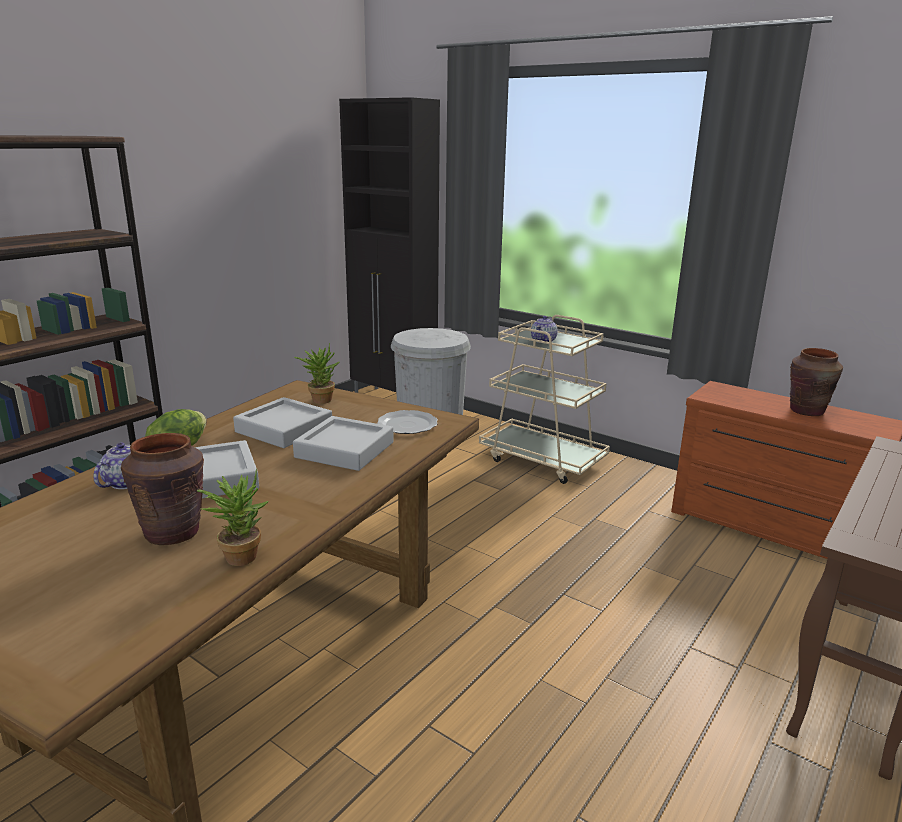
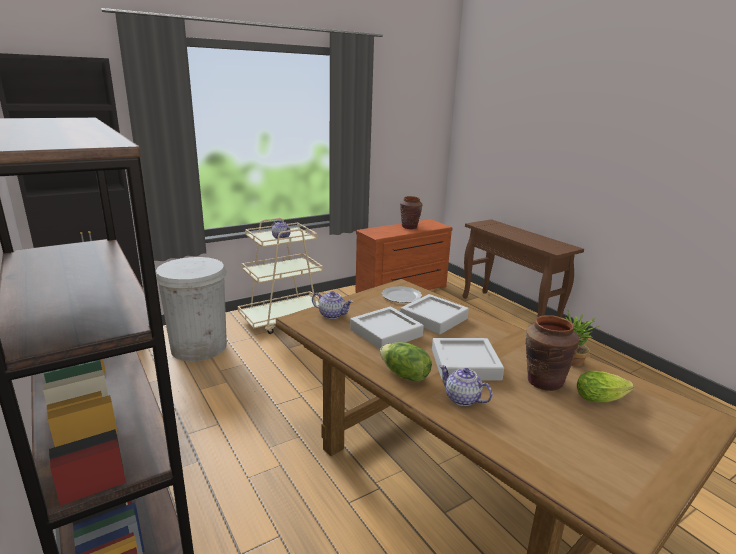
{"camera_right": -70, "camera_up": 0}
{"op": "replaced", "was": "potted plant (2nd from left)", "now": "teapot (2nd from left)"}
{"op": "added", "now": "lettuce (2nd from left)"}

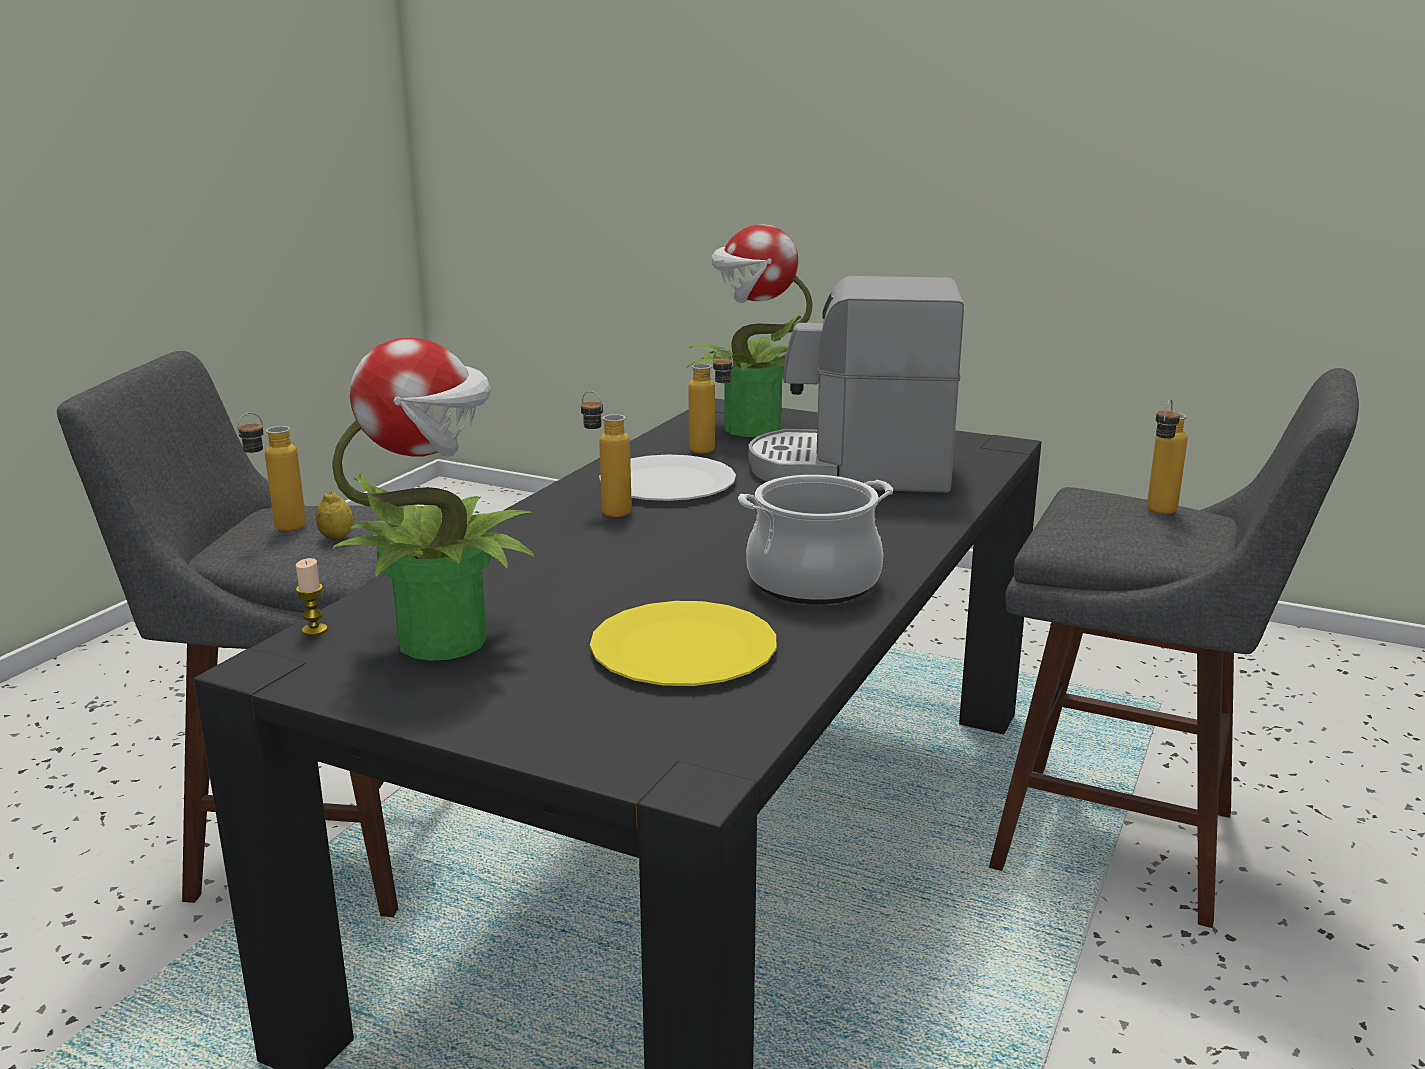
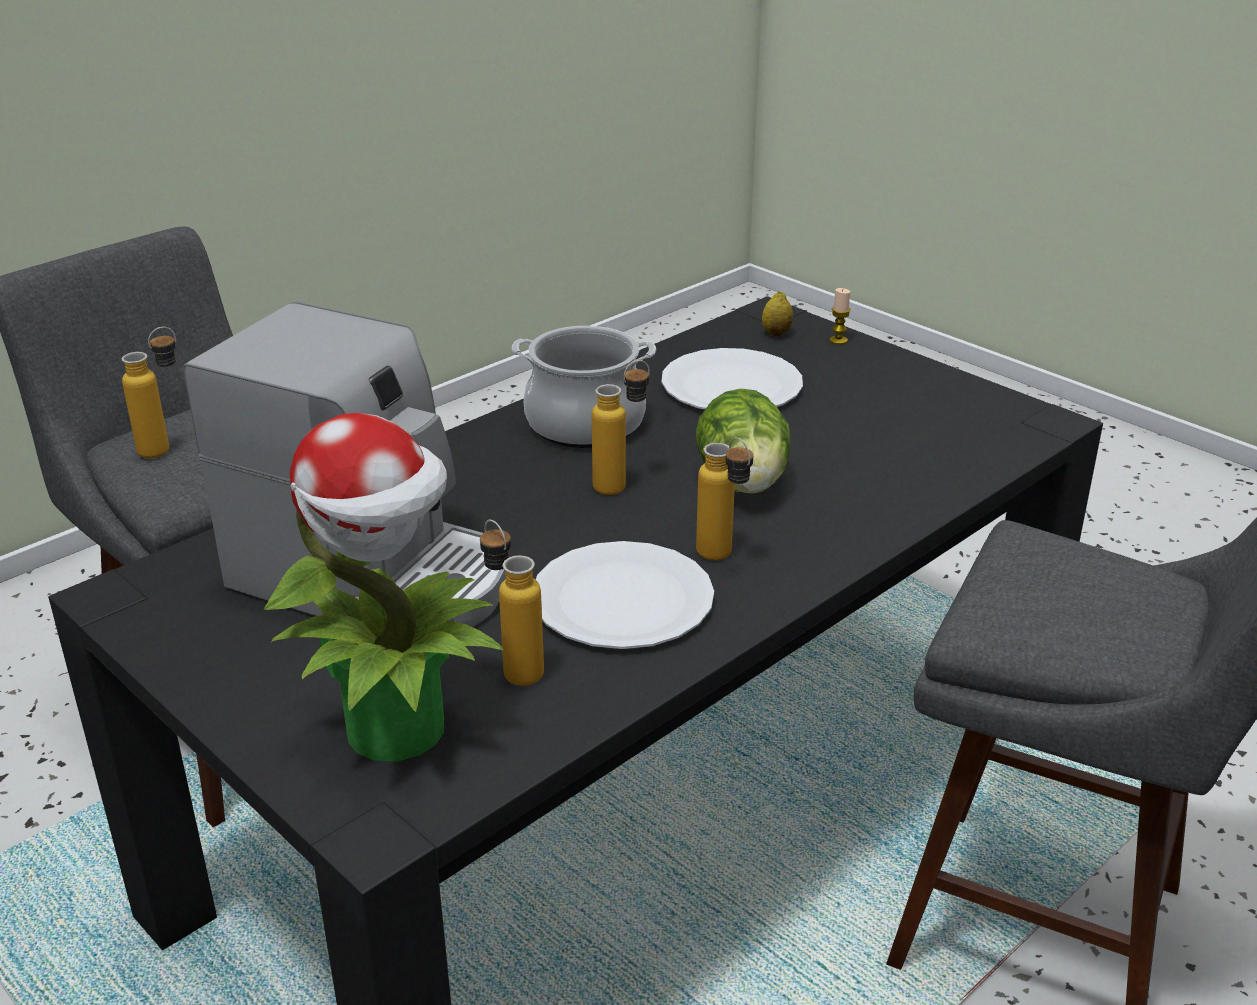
{"camera_right": -160, "camera_up": 10}
{"op": "moved", "was": "bottle (1st from left in the first image)", "now": "bottle (3rd from left)"}
{"op": "moved", "was": "candle"}
{"op": "moved", "was": "lemon"}
{"op": "removed", "was": "potted plant (1st from left)"}
{"op": "recoloured", "was": "yellow plate", "now": "white plate (2nd from left)"}
{"op": "added", "now": "lettuce"}

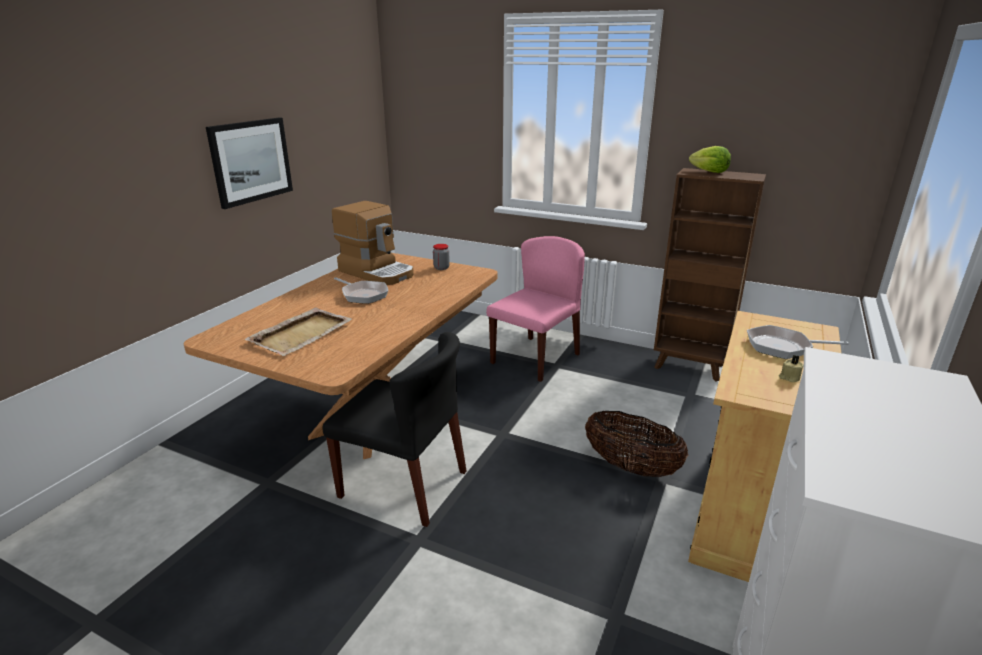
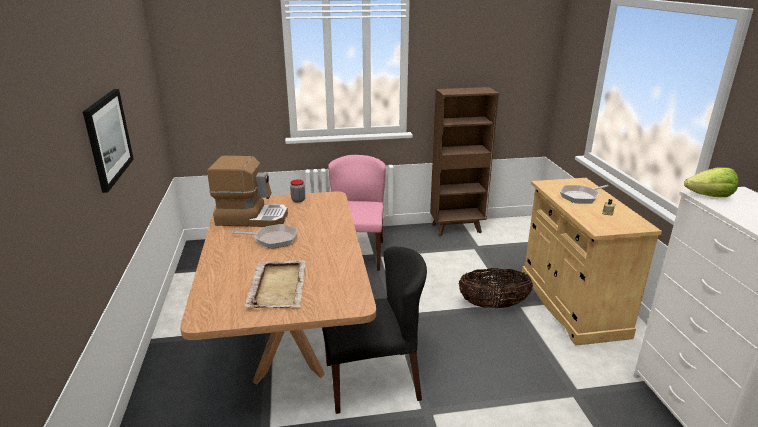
{"camera_right": -35, "camera_up": 0}
{"op": "moved", "was": "lettuce"}

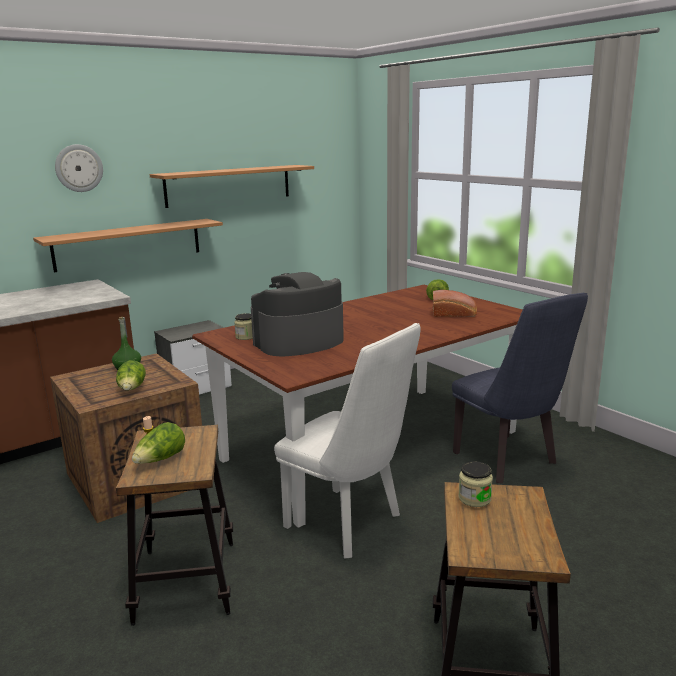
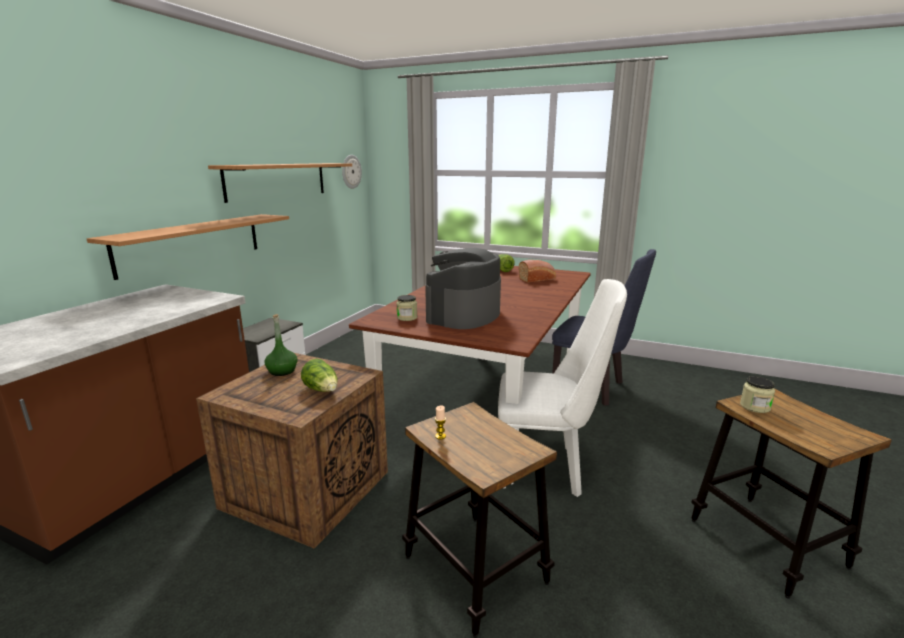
{"camera_right": -30, "camera_up": 0}
{"op": "moved", "was": "wall clock"}
{"op": "removed", "was": "lettuce (2nd from left)"}

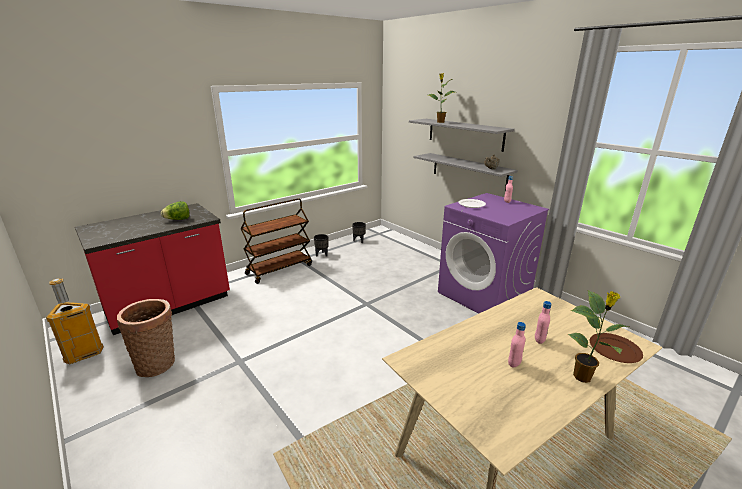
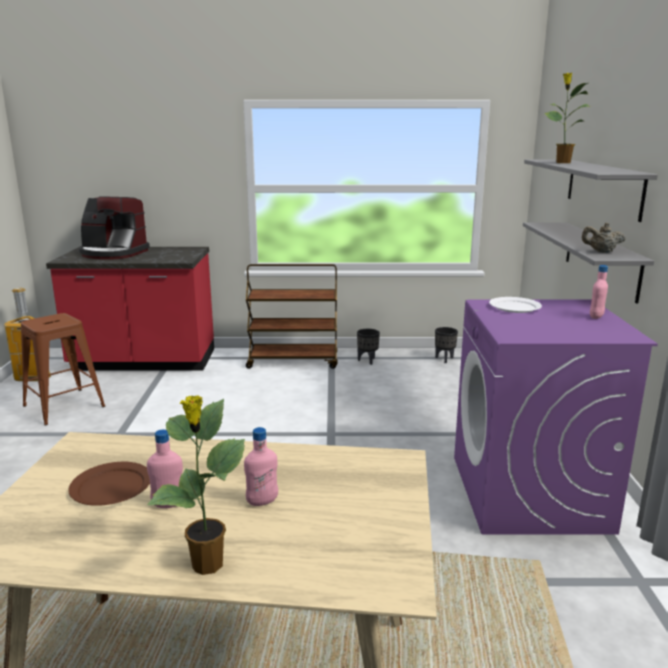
{"camera_right": 40, "camera_up": -5}
{"op": "replaced", "was": "basket", "now": "brown stool"}
{"op": "removed", "was": "lettuce"}
{"op": "moved", "was": "brown plate"}
{"op": "added", "now": "coffee machine"}

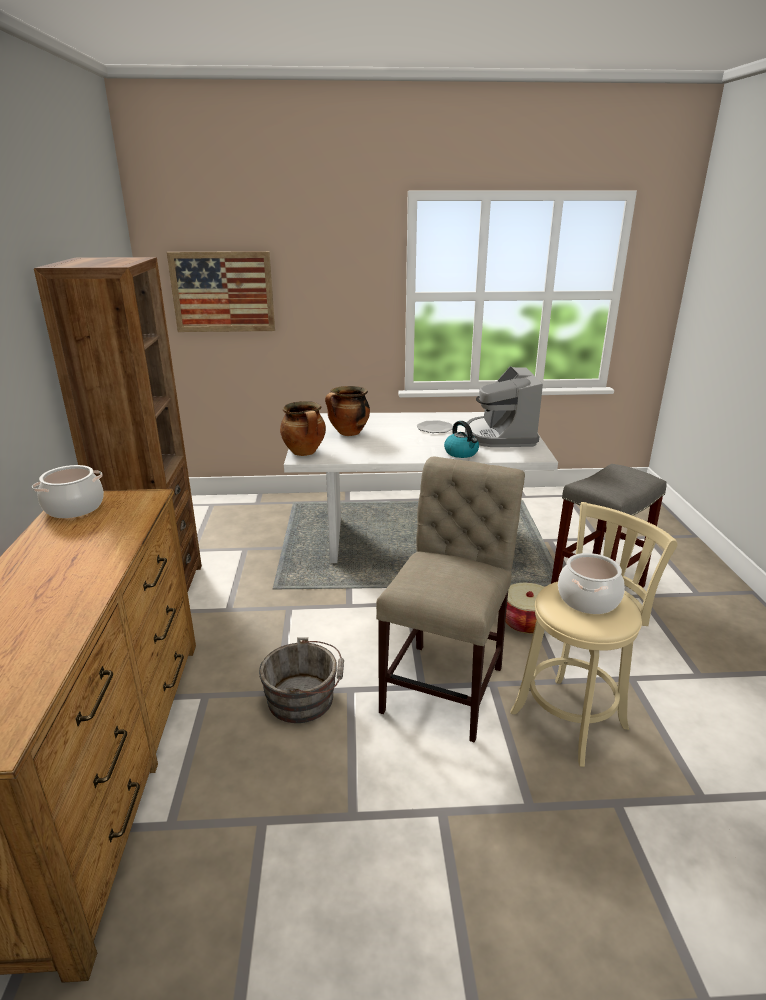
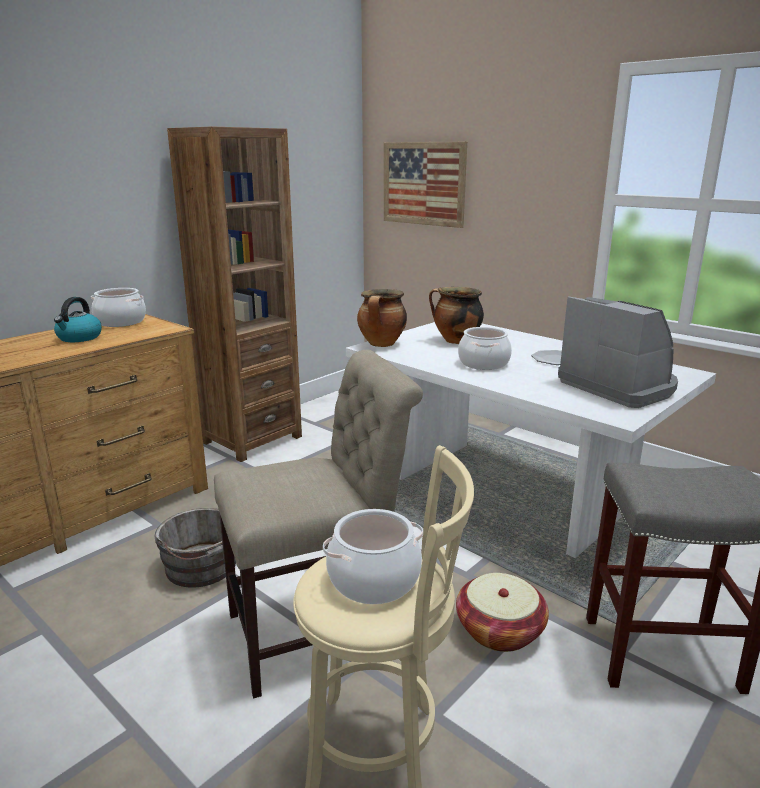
{"camera_right": 45, "camera_up": -5}
{"op": "moved", "was": "kettle"}
{"op": "turned", "was": "coffee machine", "clockwise": 105}
{"op": "added", "now": "cooking pot (5th from left)"}

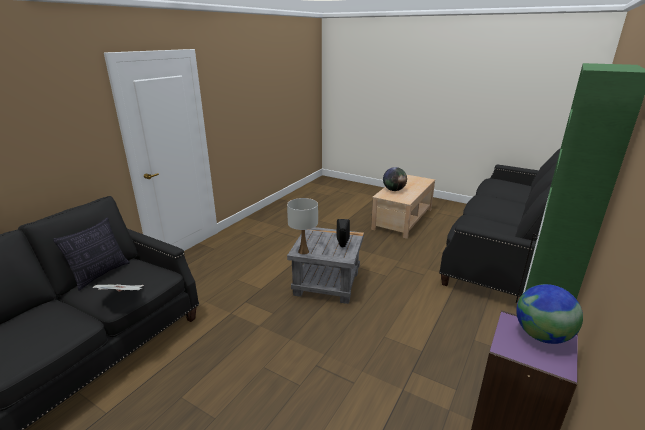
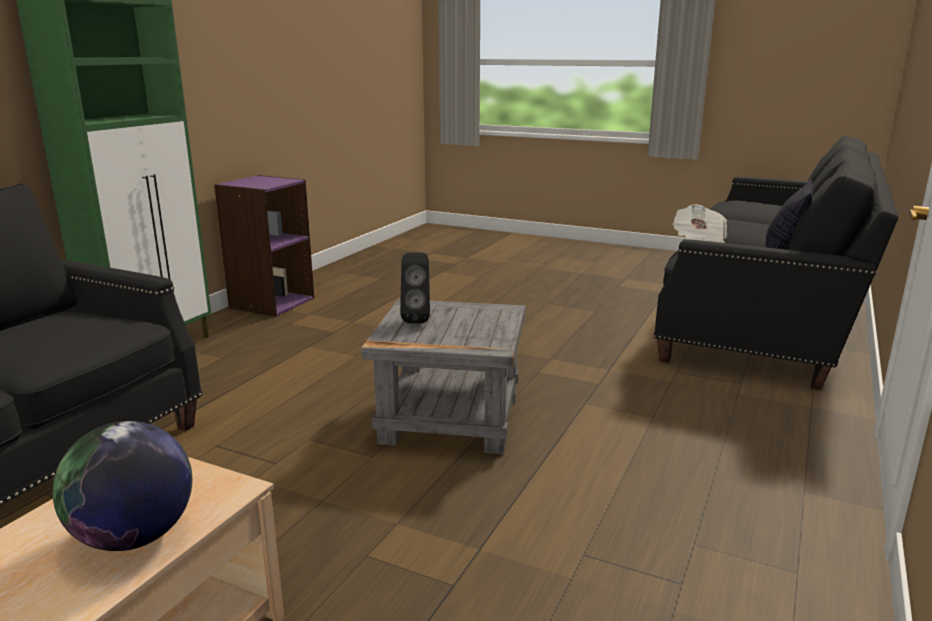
{"camera_right": 175, "camera_up": -5}
{"op": "removed", "was": "white table lamp"}
{"op": "removed", "was": "globe (2nd from left)"}

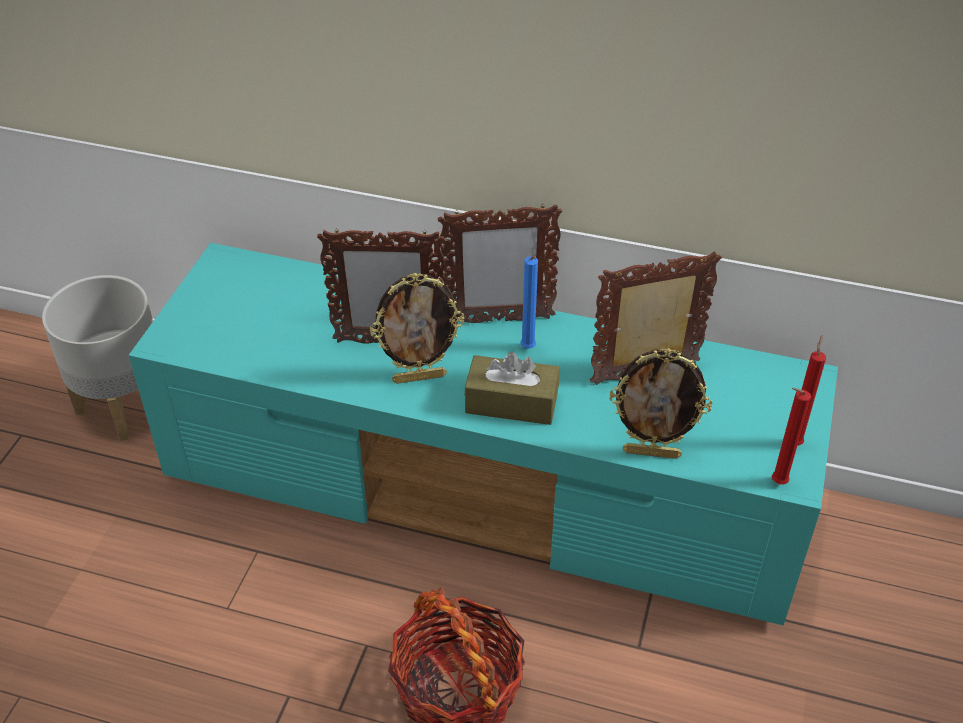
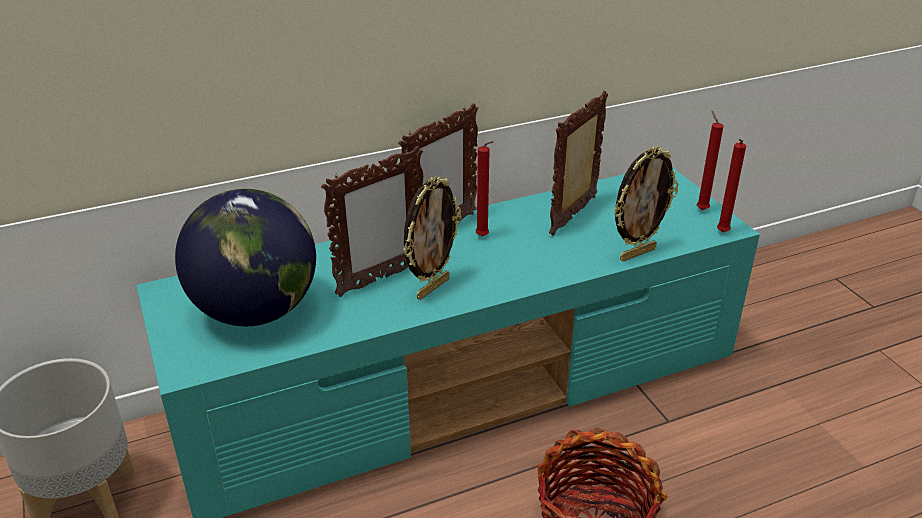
{"camera_right": -40, "camera_up": -10}
{"op": "removed", "was": "brown tissue box"}
{"op": "recoloured", "was": "blue candle", "now": "red candle (1st from left)"}
{"op": "added", "now": "globe"}

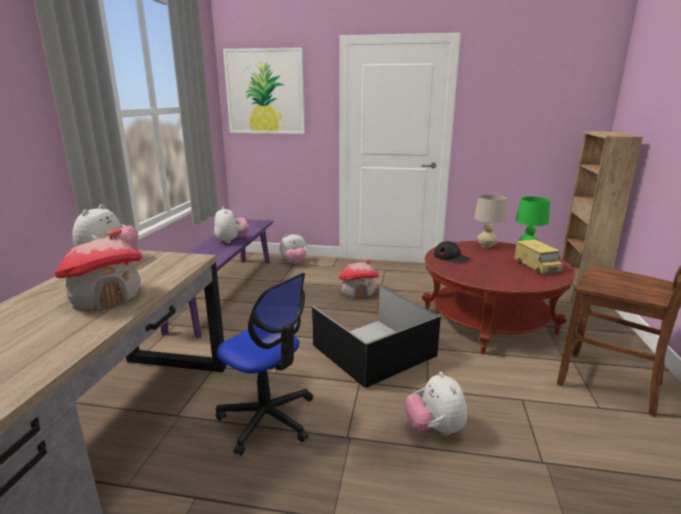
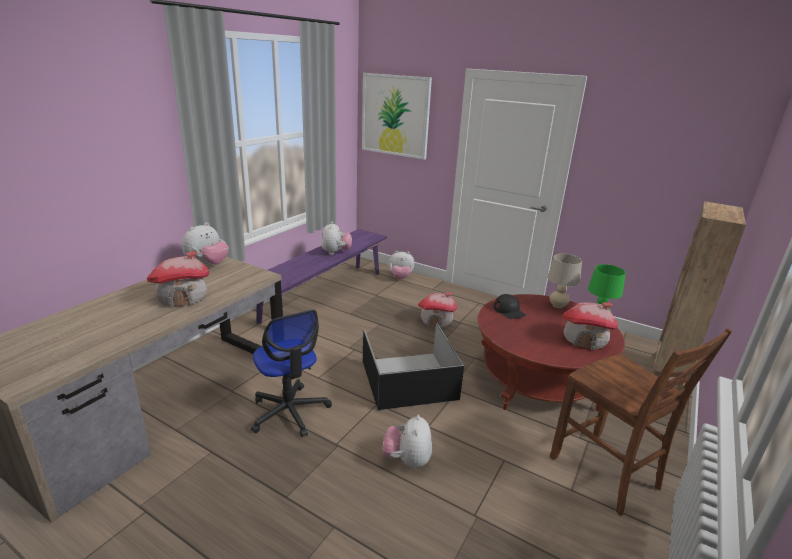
{"camera_right": 20, "camera_up": 5}
{"op": "replaced", "was": "toy truck", "now": "toy house (3rd from left)"}

